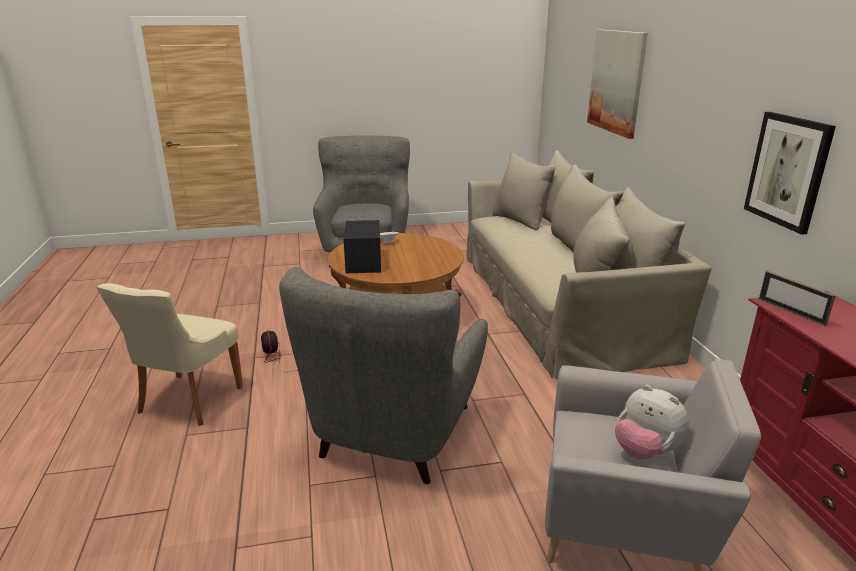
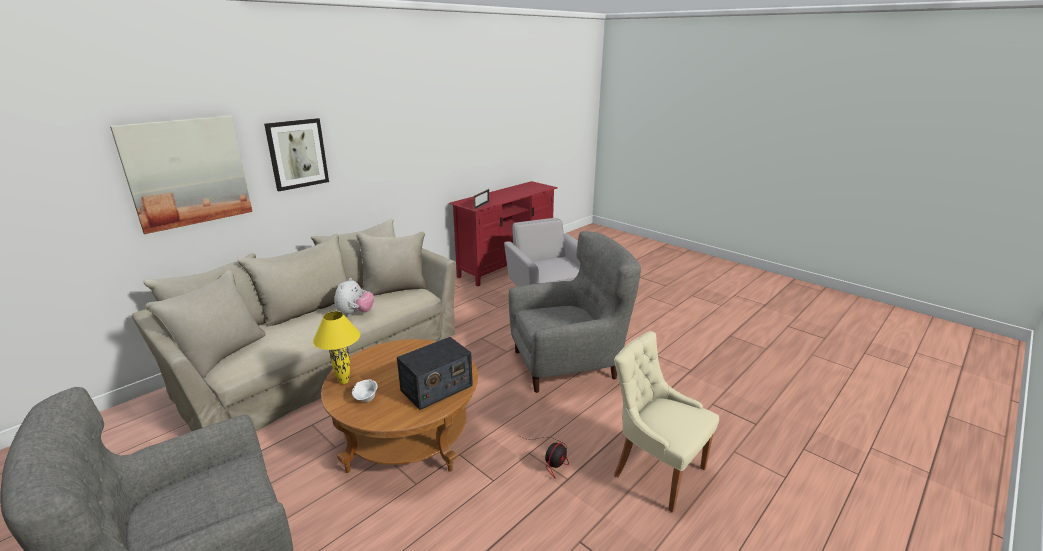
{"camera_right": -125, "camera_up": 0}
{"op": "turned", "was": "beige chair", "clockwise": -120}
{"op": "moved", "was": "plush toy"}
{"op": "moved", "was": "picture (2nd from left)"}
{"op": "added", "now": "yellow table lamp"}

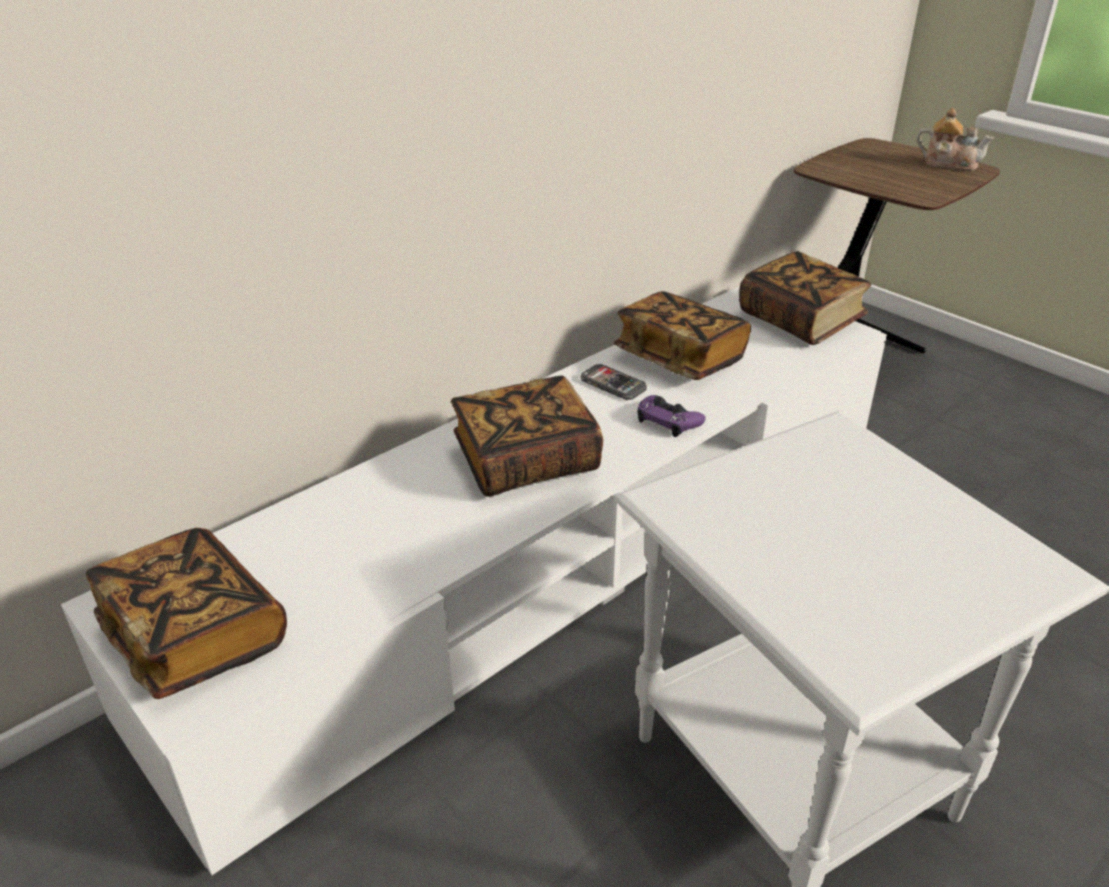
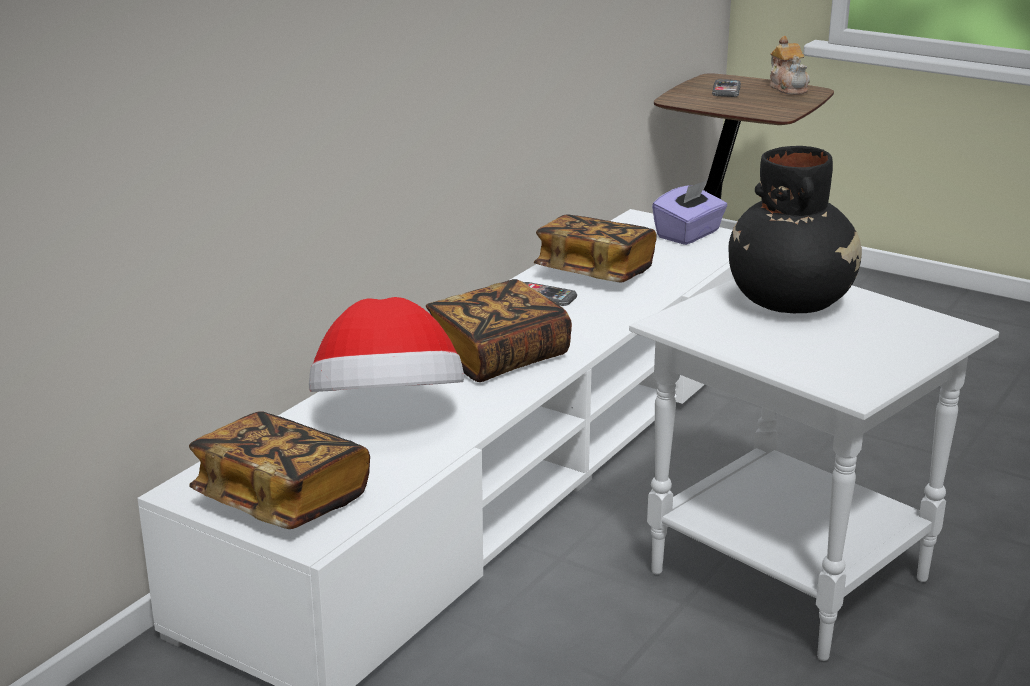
{"camera_right": -15, "camera_up": -10}
{"op": "removed", "was": "purple game controller"}
{"op": "replaced", "was": "book (4th from left)", "now": "purple tissue box"}
{"op": "turned", "was": "teapot", "clockwise": 60}
{"op": "added", "now": "hat"}
{"op": "added", "now": "phone (2nd from left)"}
{"op": "added", "now": "black vase"}

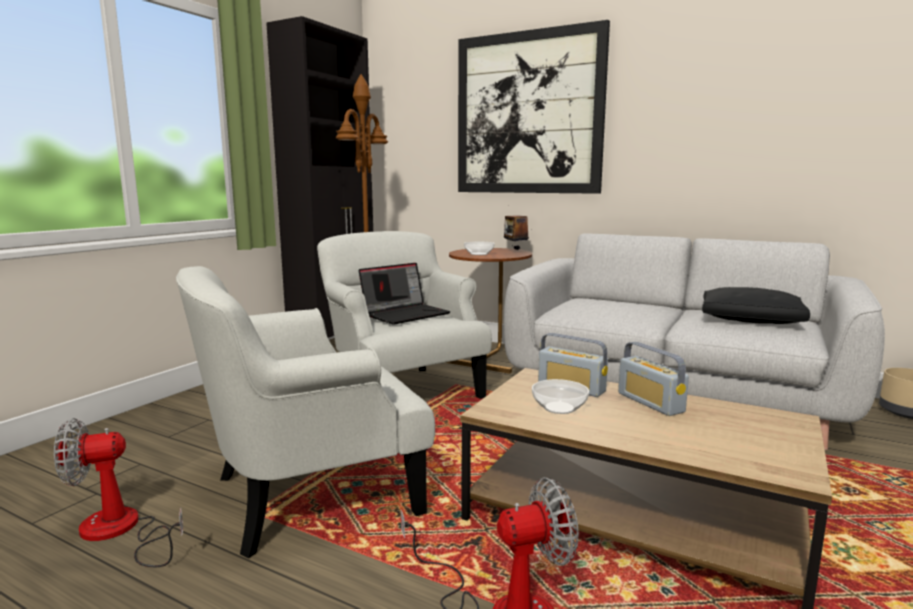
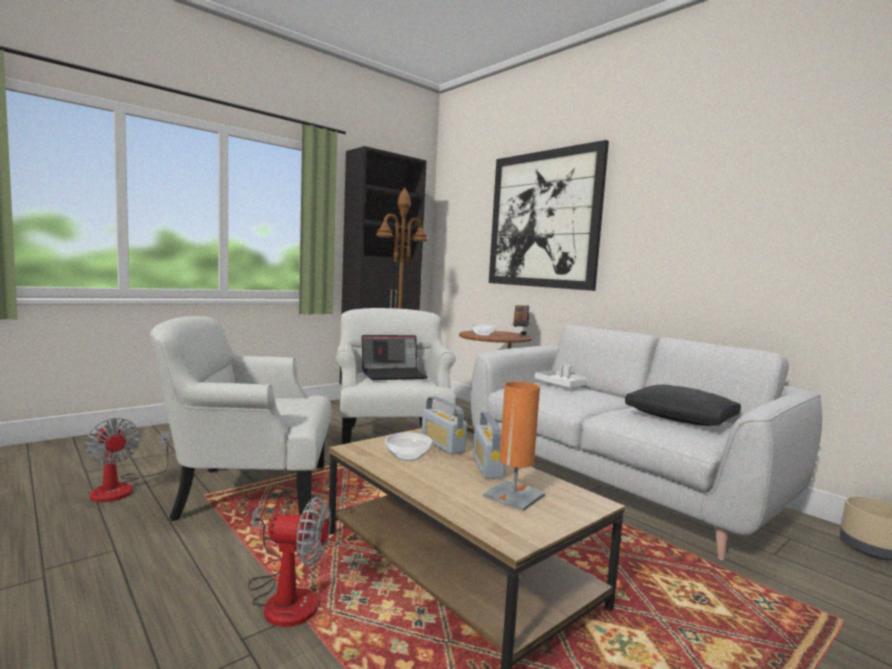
{"camera_right": 20, "camera_up": -5}
{"op": "turned", "was": "fan (1st from left)", "clockwise": -135}
{"op": "added", "now": "orange table lamp"}
{"op": "added", "now": "white tray"}

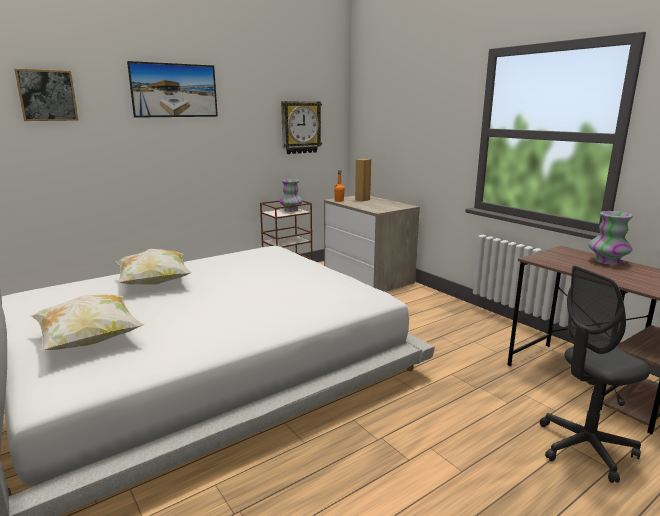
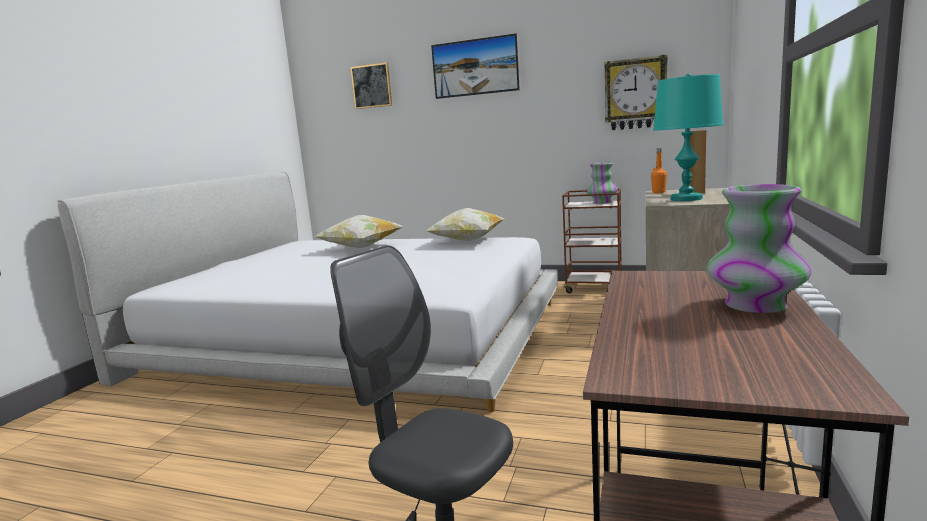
{"camera_right": 55, "camera_up": -5}
{"op": "moved", "was": "pillow (1st from left in the first image)", "now": "pillow (2nd from left)"}
{"op": "added", "now": "turquoise table lamp"}

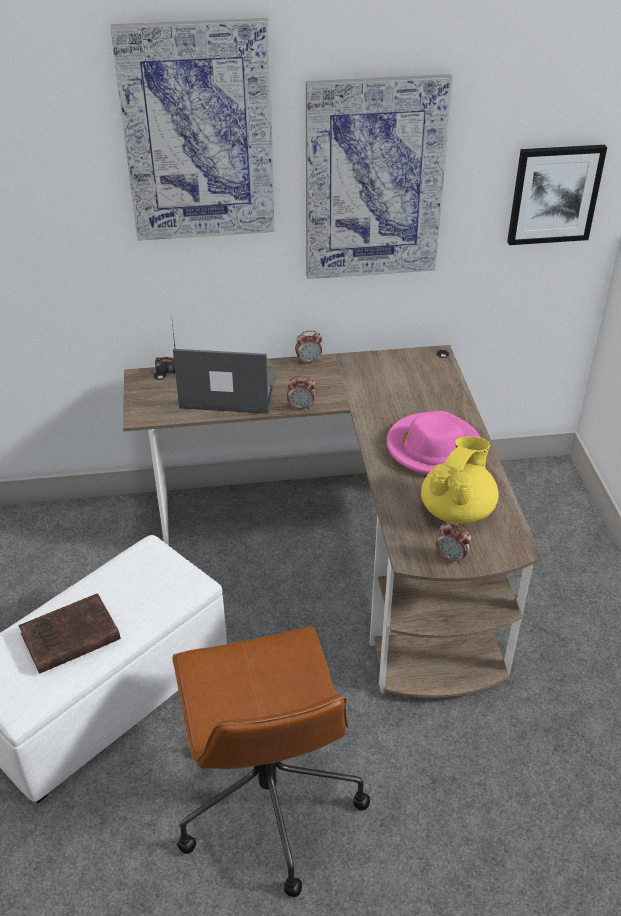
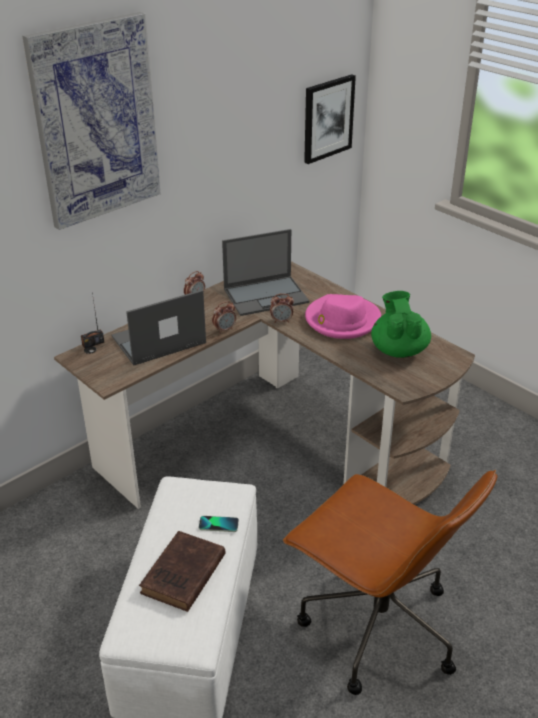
{"camera_right": -35, "camera_up": -5}
{"op": "removed", "was": "picture (2nd from left)"}
{"op": "recoloured", "was": "yellow teapot", "now": "green teapot"}
{"op": "moved", "was": "alarm clock (3rd from left)"}
{"op": "added", "now": "phone"}
{"op": "added", "now": "laptop (2nd from left)"}

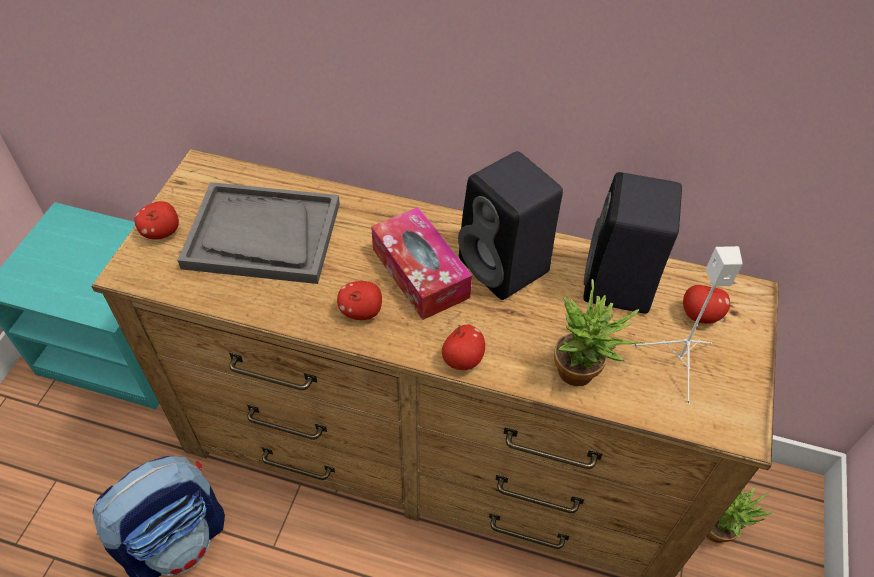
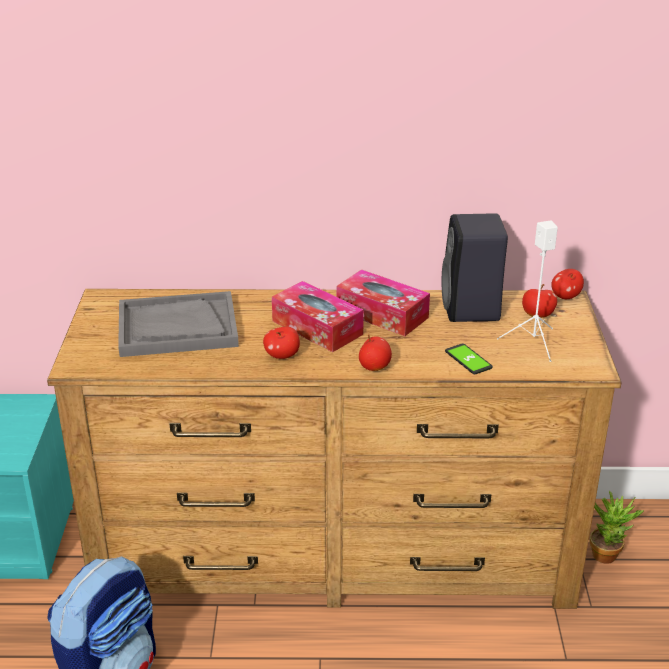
{"camera_right": -15, "camera_up": -20}
{"op": "moved", "was": "apple (1st from left in the first image)", "now": "apple (4th from left)"}
{"op": "replaced", "was": "black speaker (1st from left)", "now": "tissue box (2nd from left)"}
{"op": "replaced", "was": "potted plant (1st from left)", "now": "phone"}

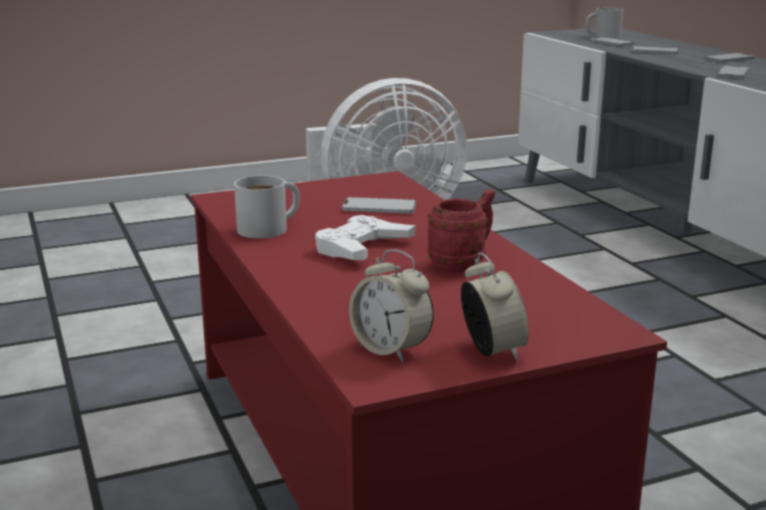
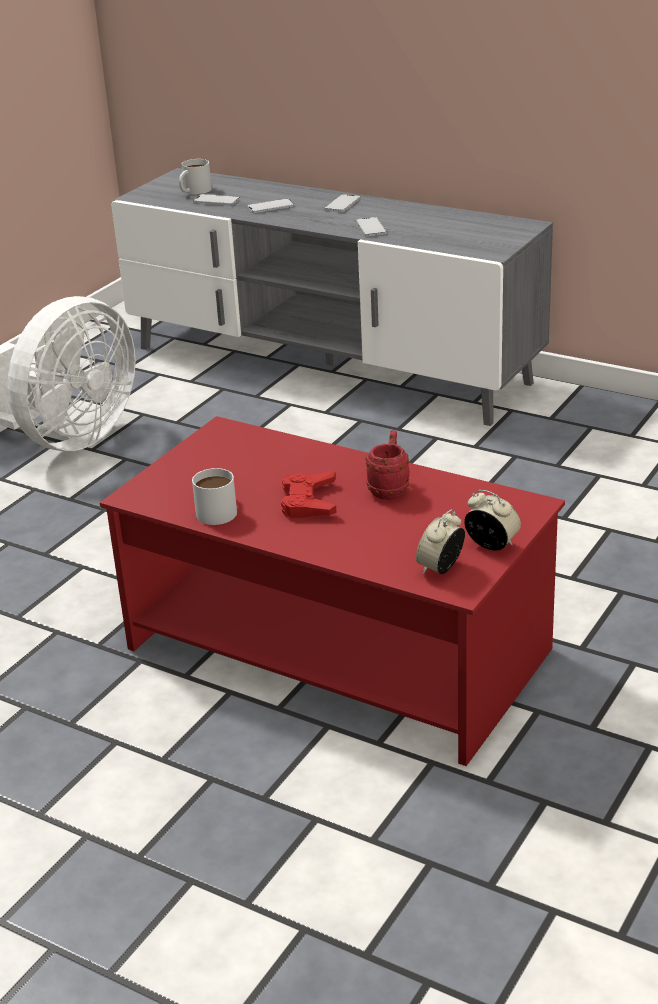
{"camera_right": -35, "camera_up": 10}
{"op": "recoloured", "was": "white game controller", "now": "red game controller"}
{"op": "removed", "was": "phone (1st from left)"}
{"op": "turned", "was": "alarm clock (1st from left)", "clockwise": 120}

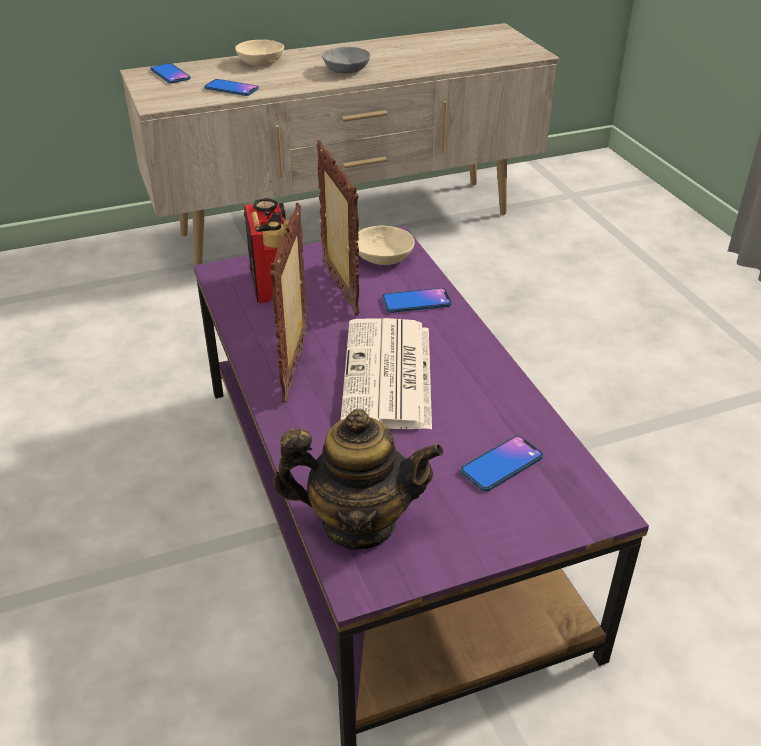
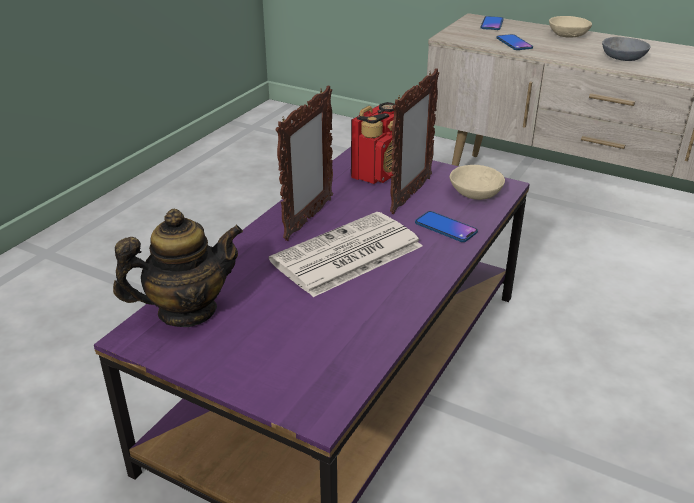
{"camera_right": 50, "camera_up": -5}
{"op": "turned", "was": "picture frame (1st from left)", "clockwise": 150}
{"op": "turned", "was": "teapot", "clockwise": -75}
{"op": "removed", "was": "phone (4th from left)"}

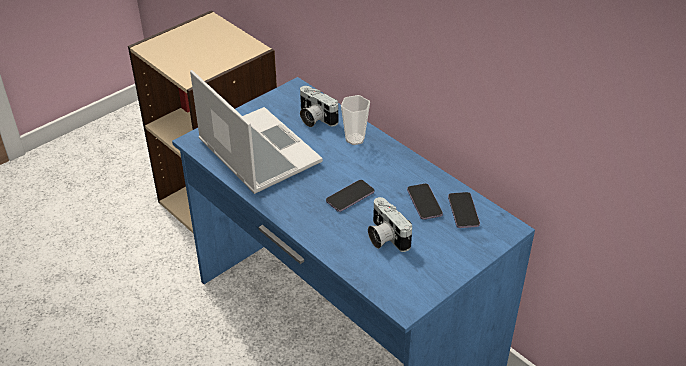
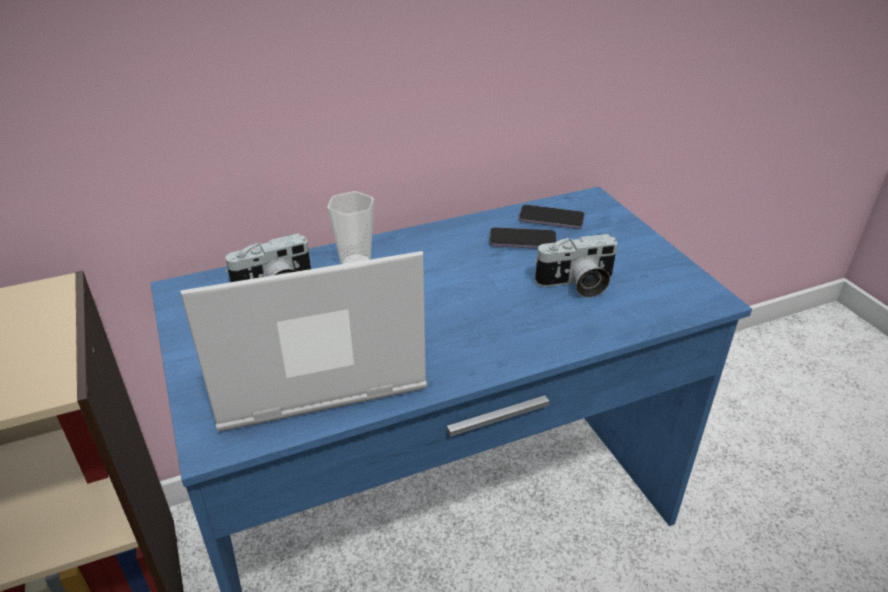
{"camera_right": -70, "camera_up": -5}
{"op": "removed", "was": "phone (1st from left)"}

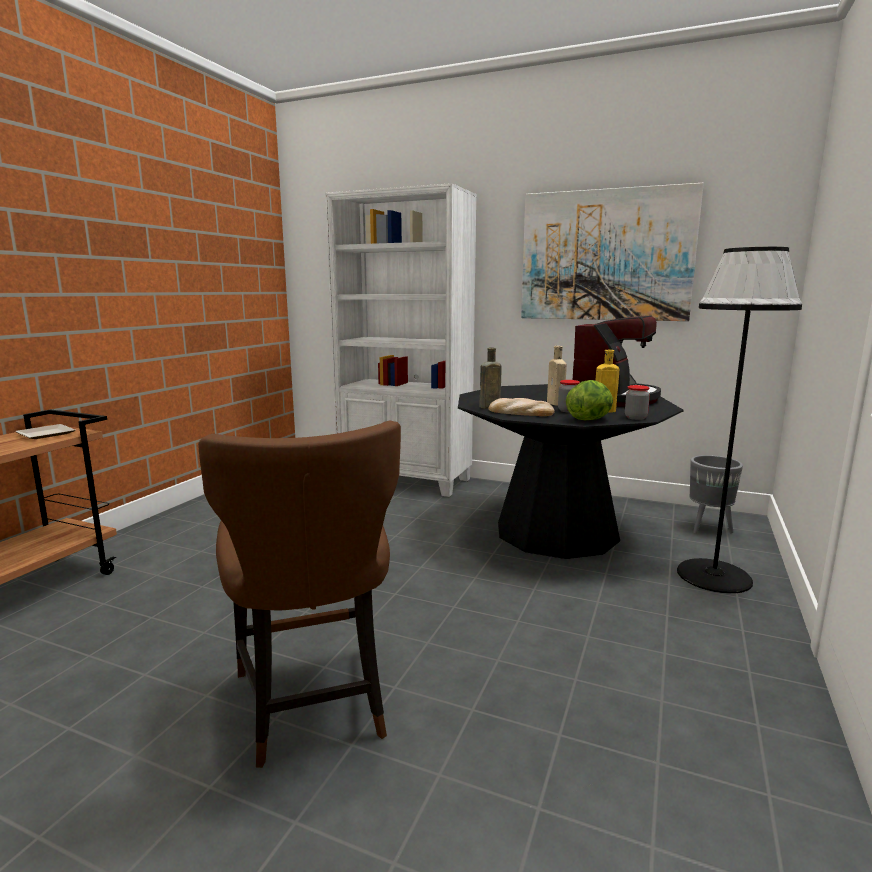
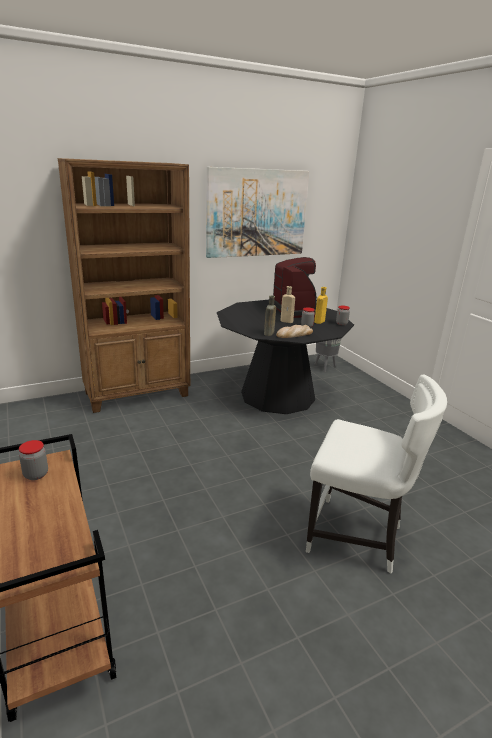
{"camera_right": -50, "camera_up": 10}
{"op": "replaced", "was": "plate", "now": "jar (1st from left)"}
{"op": "recoloured", "was": "brown chair", "now": "white chair"}
{"op": "recoloured", "was": "white bookcase", "now": "brown bookcase"}
{"op": "removed", "was": "lettuce"}
{"op": "removed", "was": "black floor lamp"}

